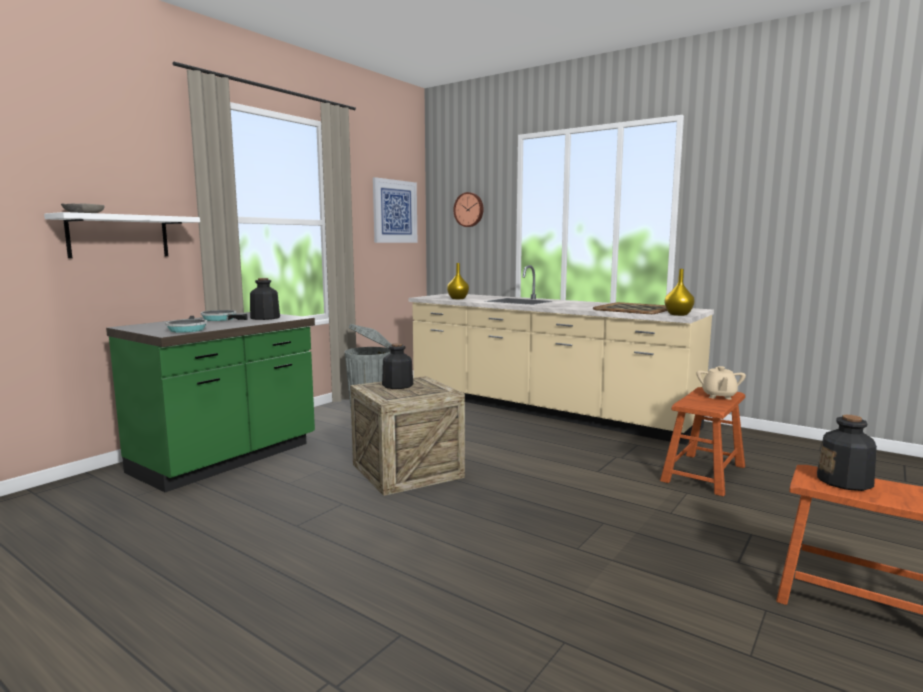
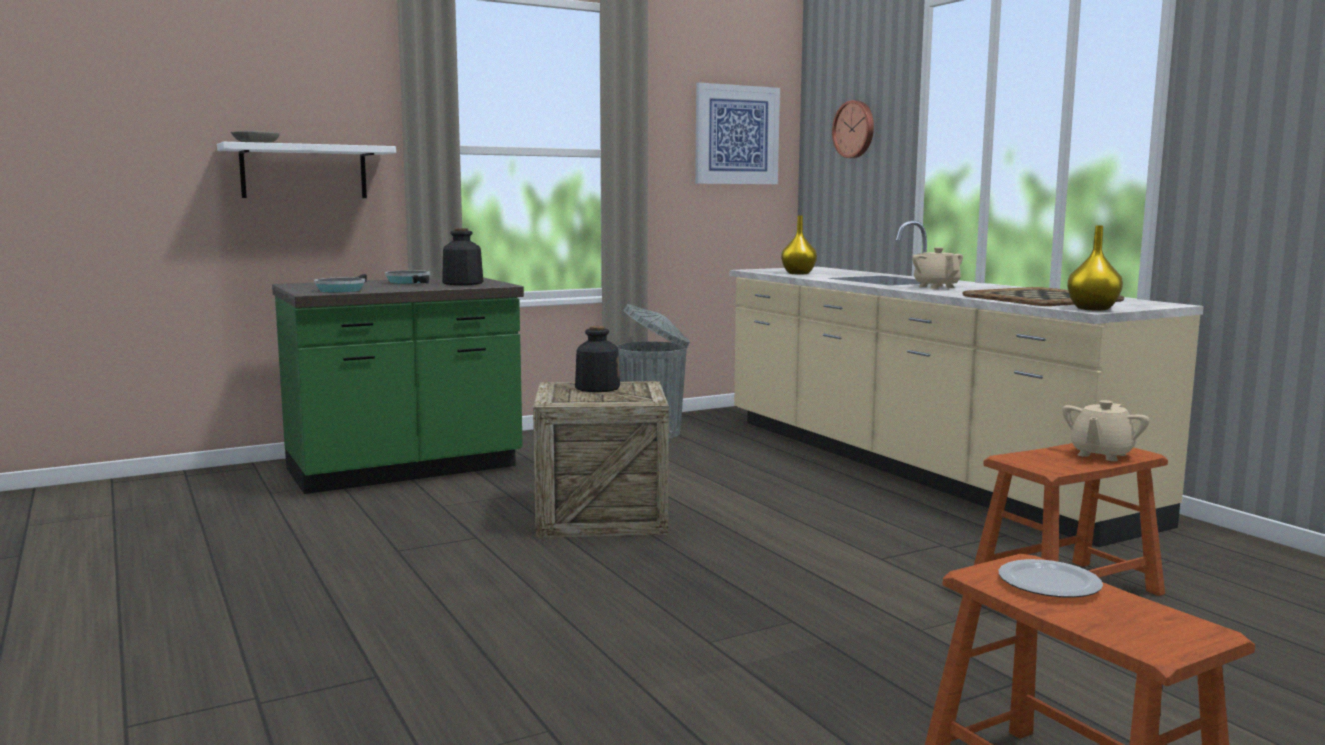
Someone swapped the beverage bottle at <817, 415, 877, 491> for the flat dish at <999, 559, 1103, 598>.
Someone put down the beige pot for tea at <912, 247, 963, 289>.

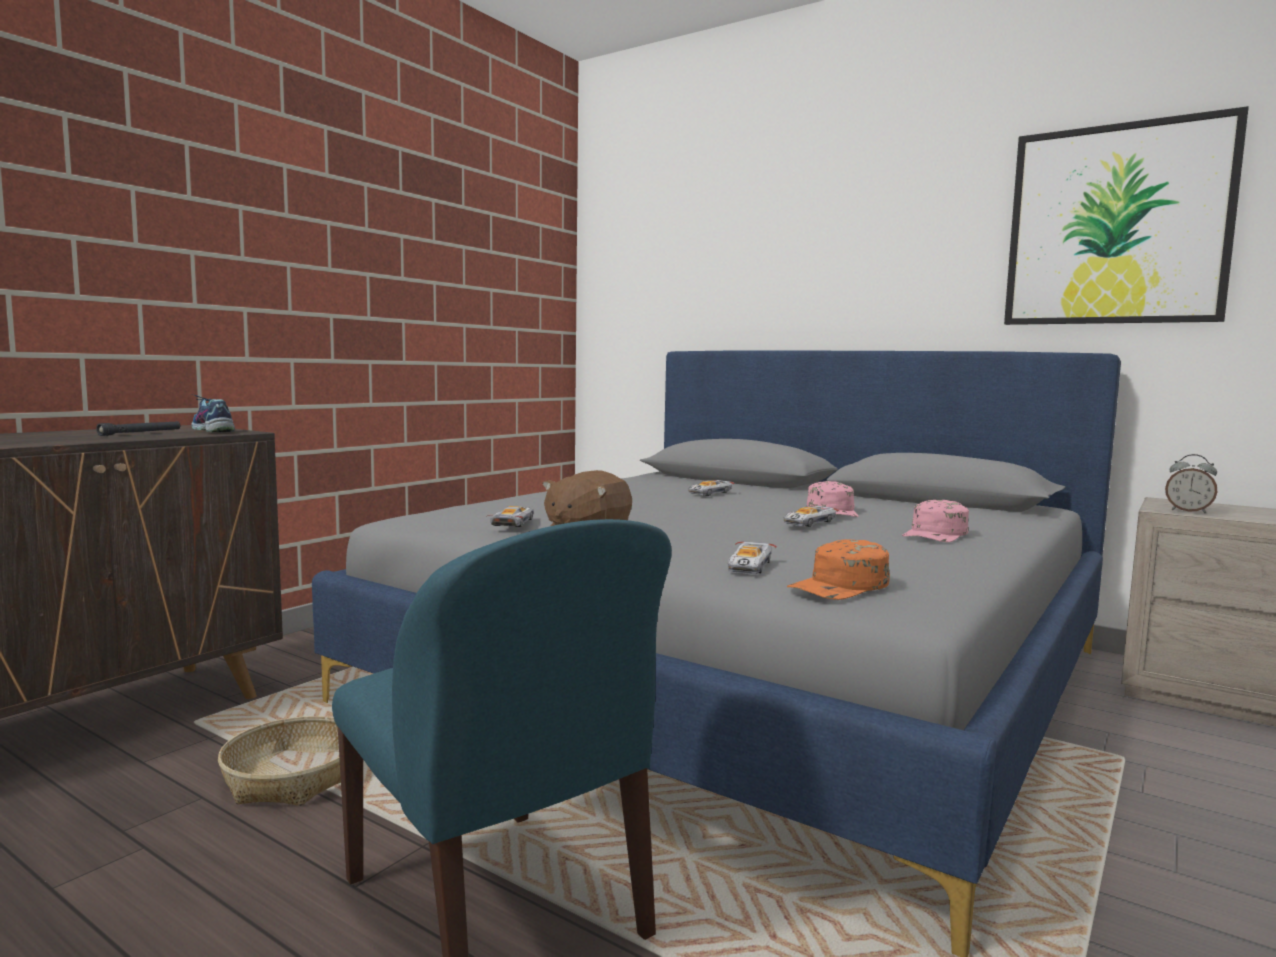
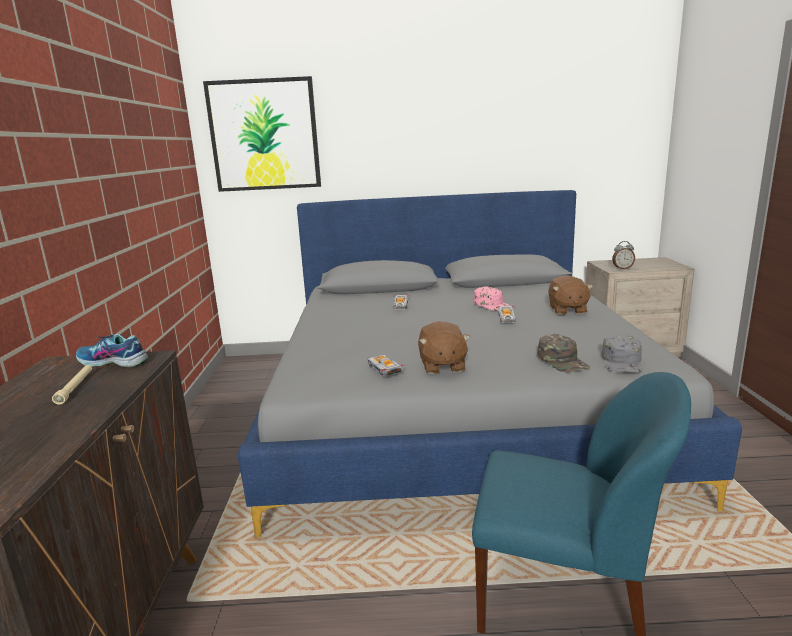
Someone repainted the black hand torch at <96, 421, 181, 436>, which became the beige hand torch at <52, 365, 92, 405>.
Someone took away the basket at <218, 716, 341, 806>.
Someone swapped the toy car at <728, 541, 777, 574> for the green-coloured baseball cap at <537, 334, 590, 372>.
Someone repainted the orange baseball cap at <787, 539, 890, 600>, which became the greyish baseball cap at <602, 334, 643, 373>.
Someone swapped the pink baseball cap at <902, 500, 969, 542> for the brownish cuddly toy at <548, 275, 593, 315>.
Someone carried the wall picture from <1004, 106, 1249, 325> to <203, 76, 321, 192>.

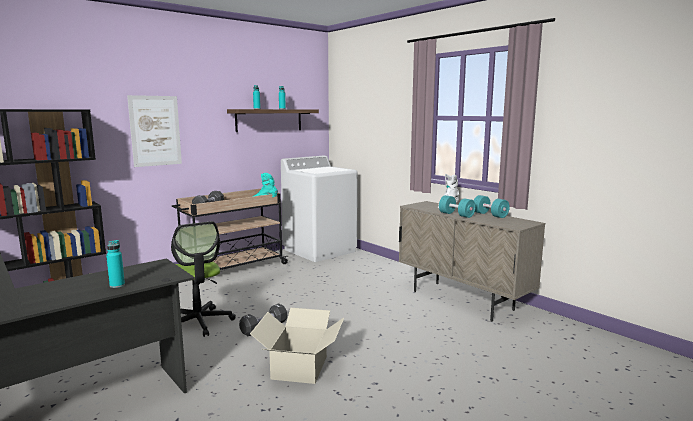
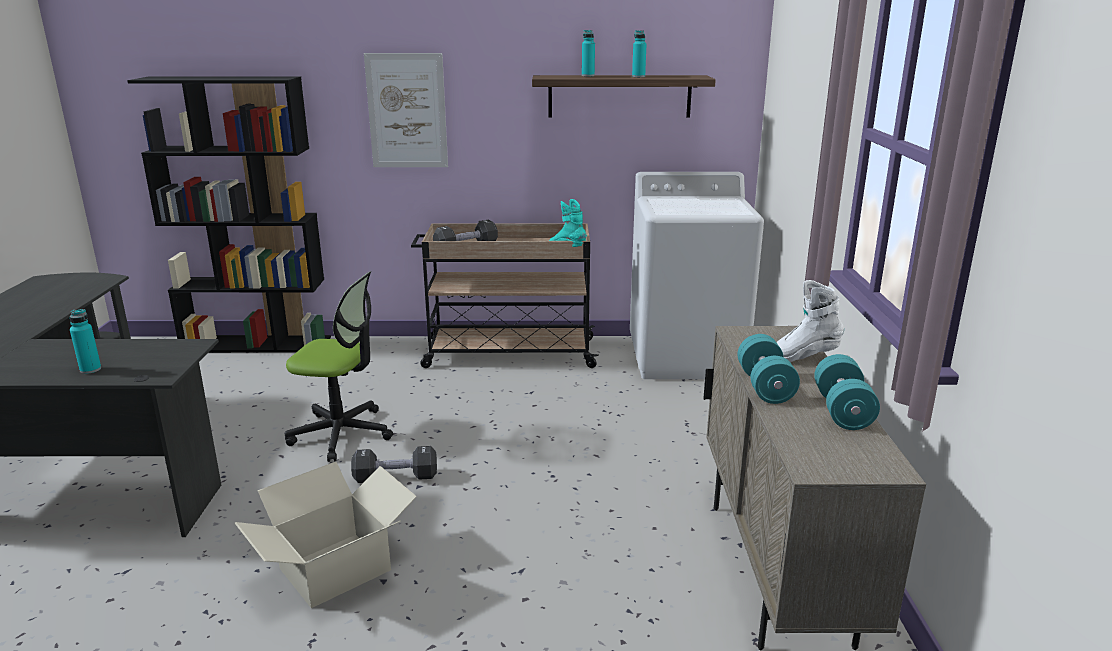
Someone rotated the computer chair at <171, 222, 236, 337> by 90 degrees counterclockwise.

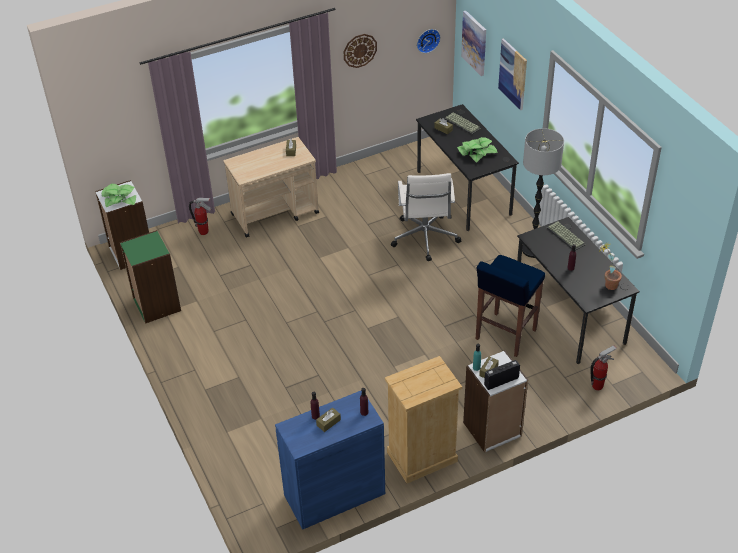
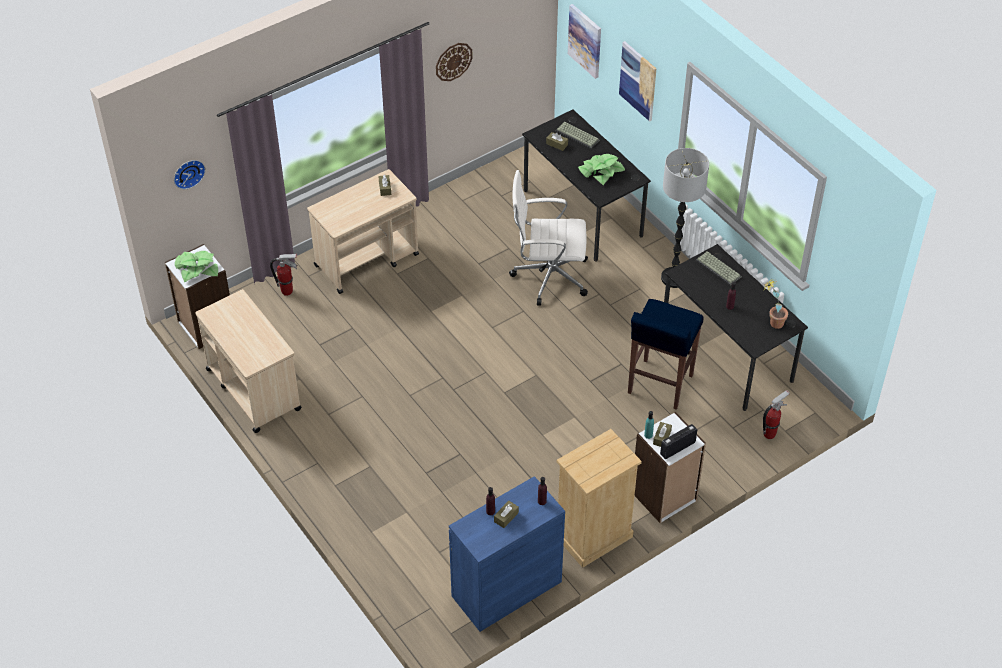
Someone swapped the green-coloured shelving unit at <120, 230, 181, 324> for the beige cart at <195, 289, 302, 433>.
Someone rotated the white-coloured computer chair at <391, 173, 461, 261> by 105 degrees clockwise.
Someone carried the clock on the wall from <417, 29, 441, 53> to <174, 160, 206, 189>.

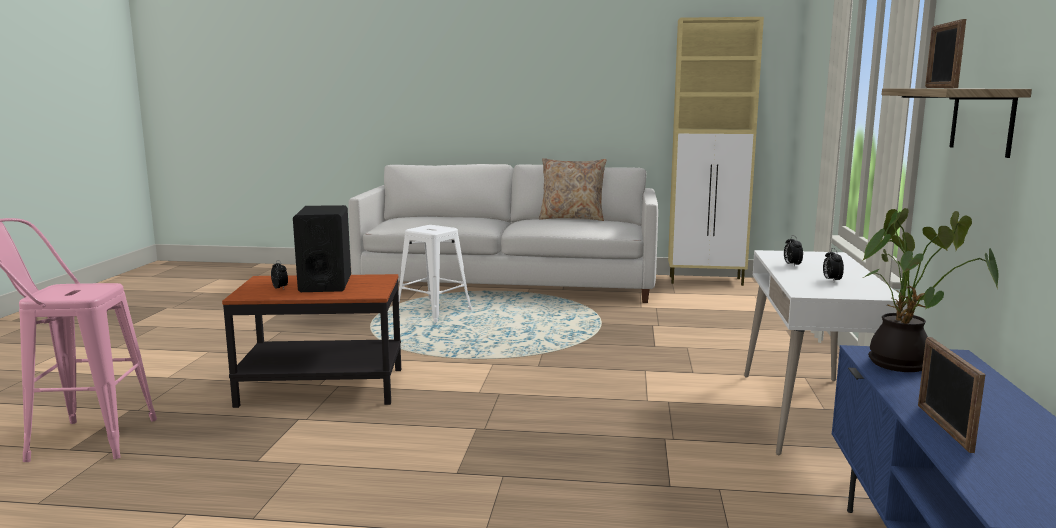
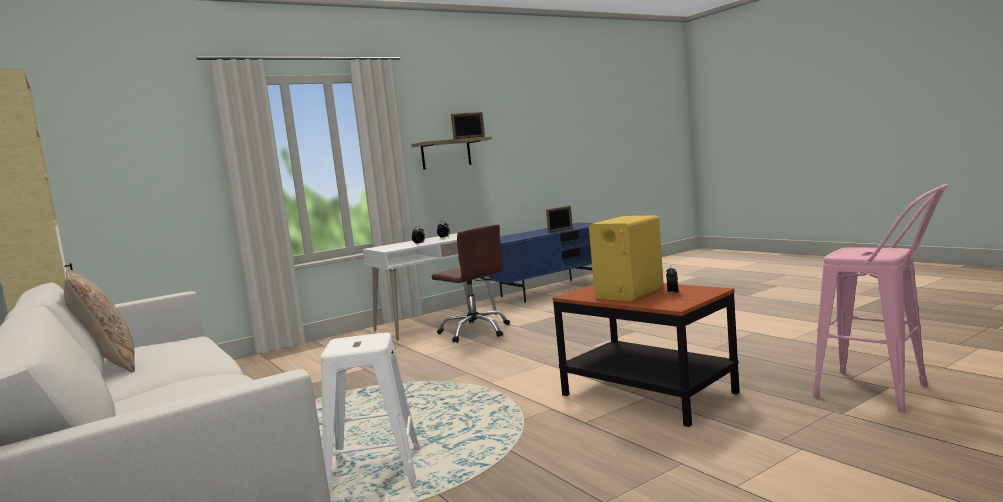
Someone repainted the black loudspeaker at <293, 205, 351, 292>, which became the yellow loudspeaker at <589, 215, 664, 301>.
Someone took away the plant in a pot at <862, 208, 998, 372>.
Someone put down the brownish computer chair at <432, 224, 510, 343>.

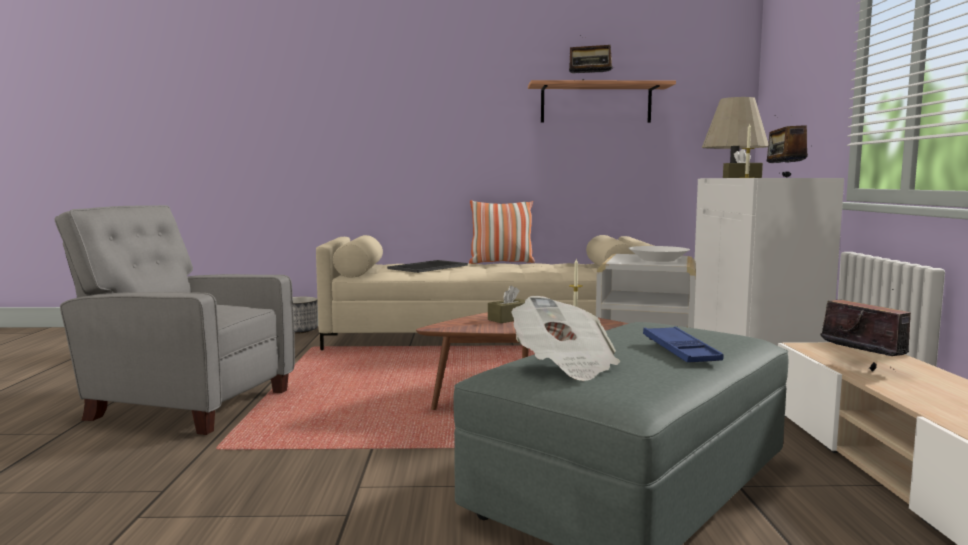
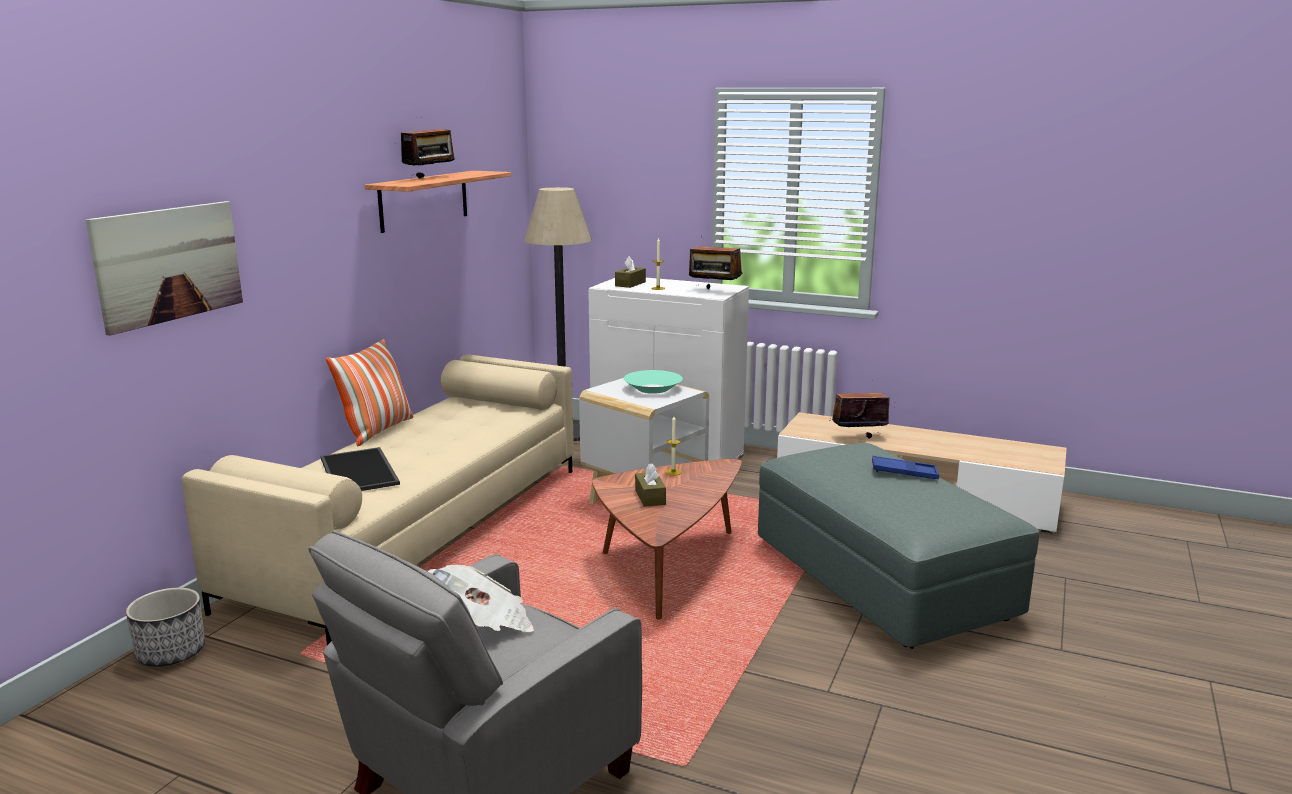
Someone carried the daily paper from <511, 296, 620, 381> to <428, 565, 534, 632>.
Someone repainted the white-coloured serving bowl at <629, 246, 690, 262>, which became the blue-green serving bowl at <624, 370, 683, 394>.
Someone put up the wall picture at <86, 201, 243, 336>.

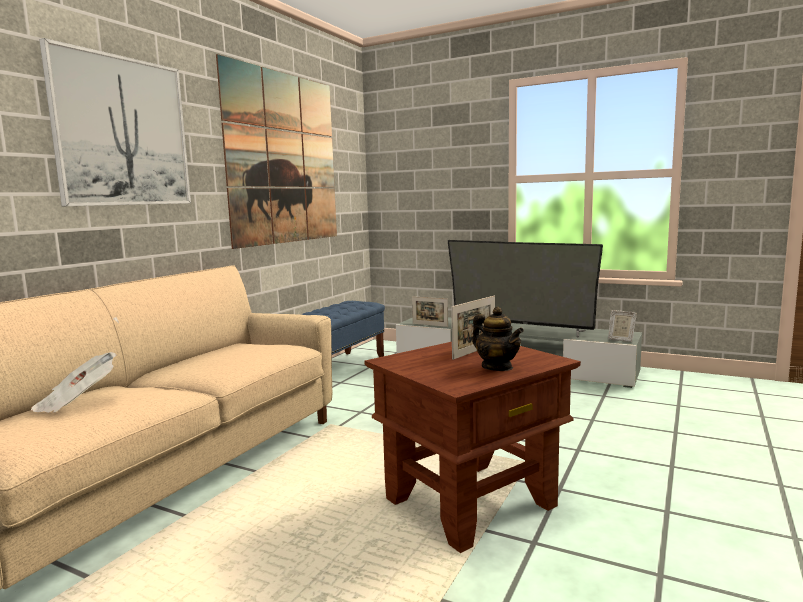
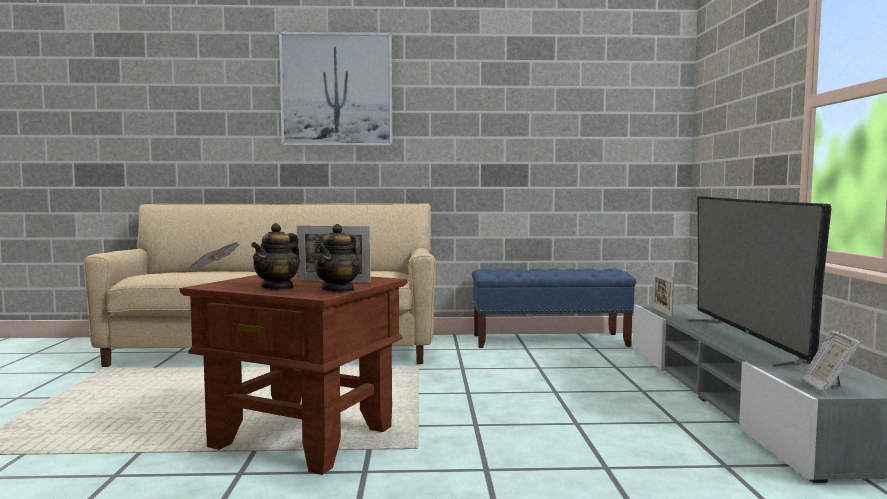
Someone took away the wall picture at <216, 54, 337, 249>.
Someone put down the pot for tea at <314, 224, 361, 292>.

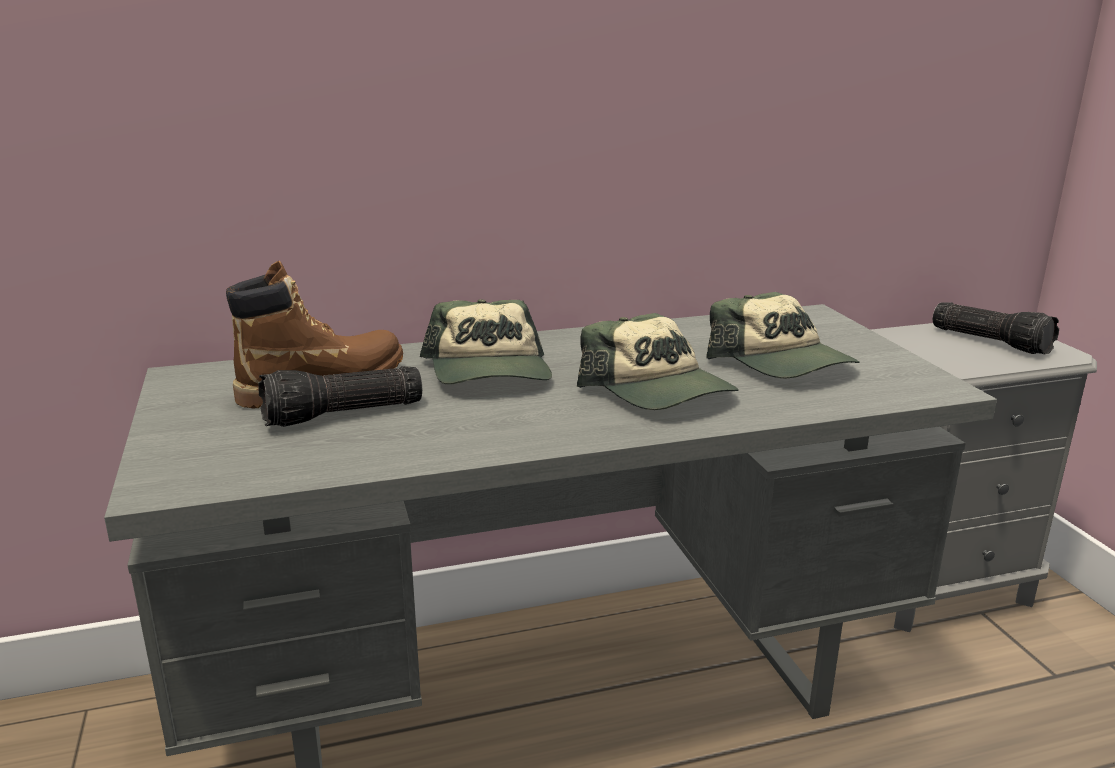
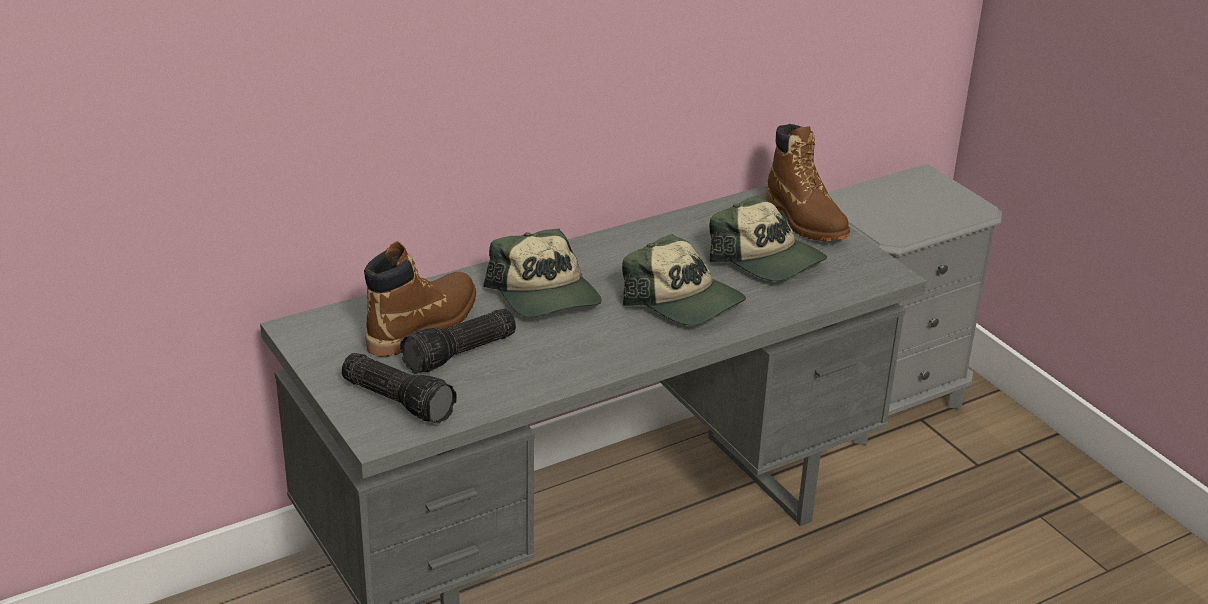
Someone carried the hand torch from <933, 302, 1059, 354> to <341, 353, 457, 424>.
Someone put down the brownish high-top boot at <766, 124, 850, 241>.

